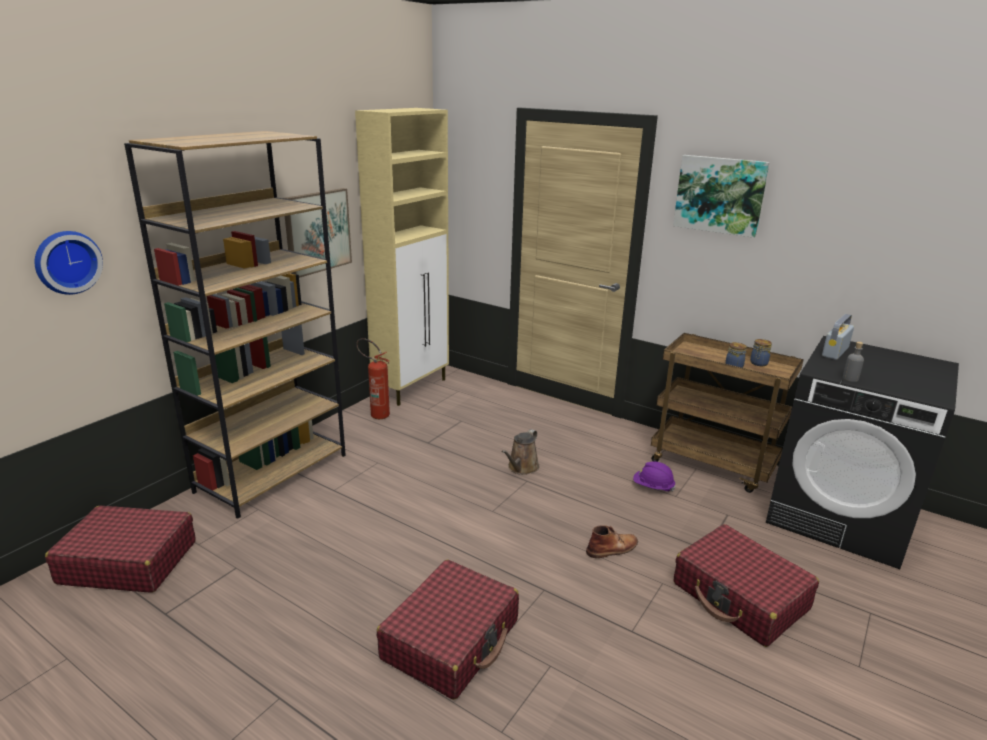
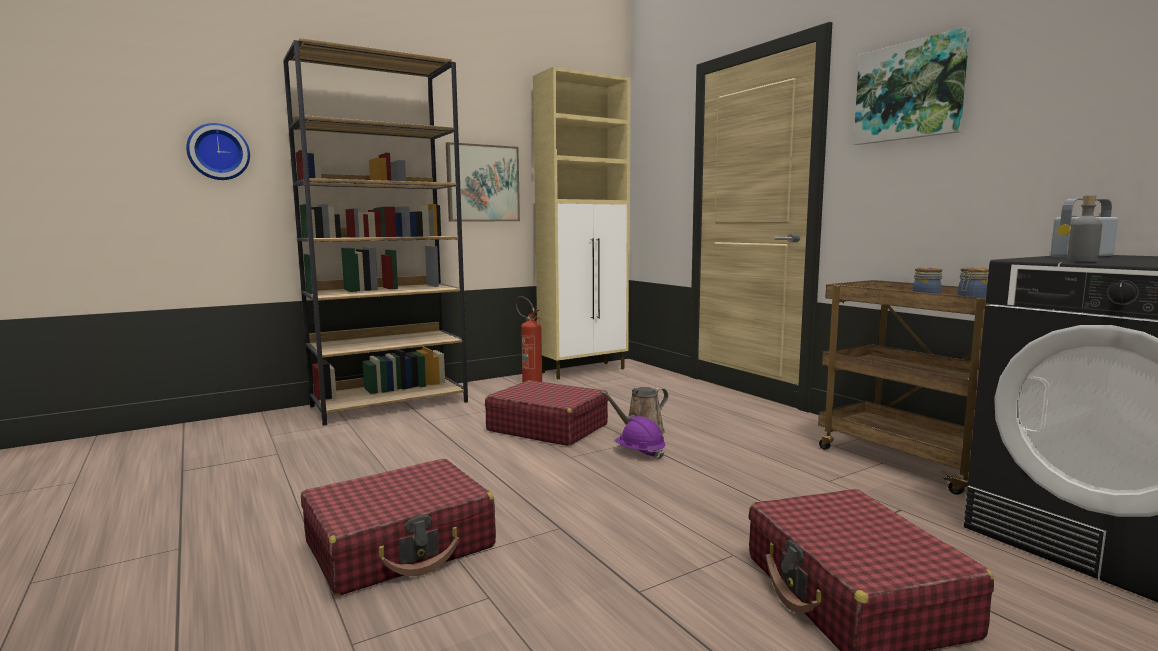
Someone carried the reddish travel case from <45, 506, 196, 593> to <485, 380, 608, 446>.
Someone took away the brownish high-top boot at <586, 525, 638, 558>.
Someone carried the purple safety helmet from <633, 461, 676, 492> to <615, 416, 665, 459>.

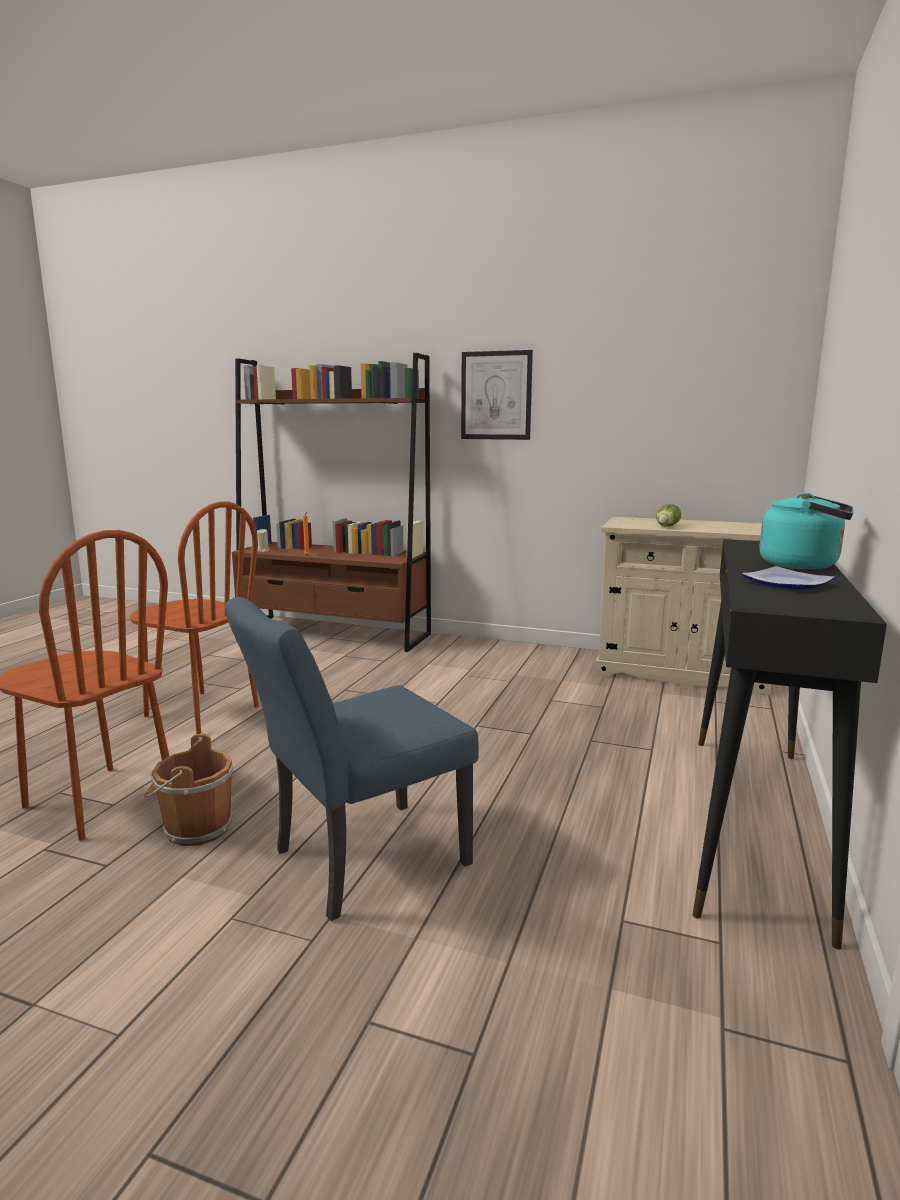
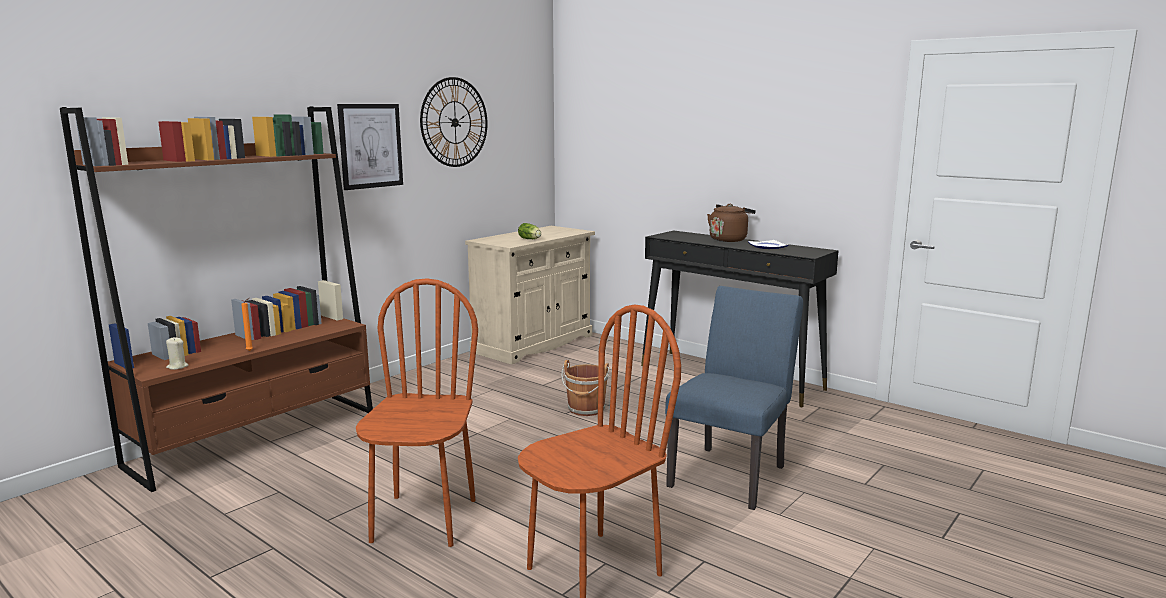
Someone rotated the brownish chair at <130, 501, 259, 734> by 45 degrees counterclockwise.
Someone carried the brownish pail from <144, 734, 233, 846> to <561, 360, 610, 416>.
Someone rotated the blue-coloured chair at <225, 597, 479, 921> by 135 degrees counterclockwise.
Someone repainted the blue-green kettle at <759, 493, 853, 570>, which became the brownish kettle at <707, 204, 756, 242>.
Someone put up the clock on the wall at <420, 77, 488, 167>.

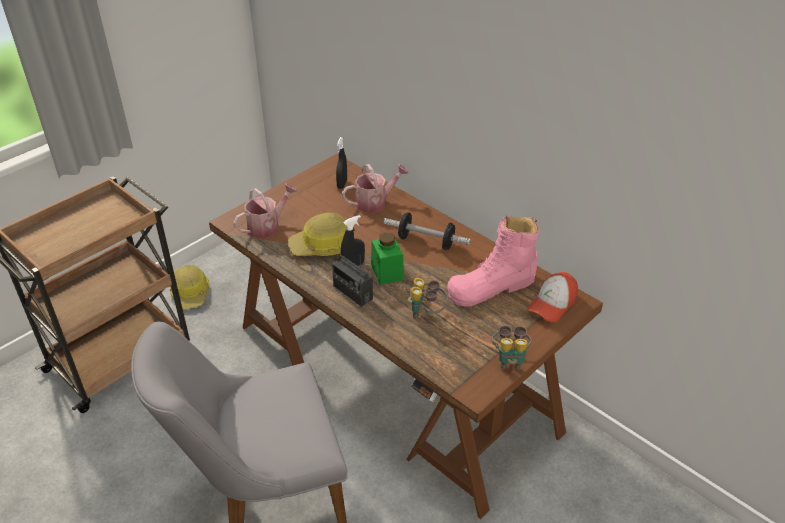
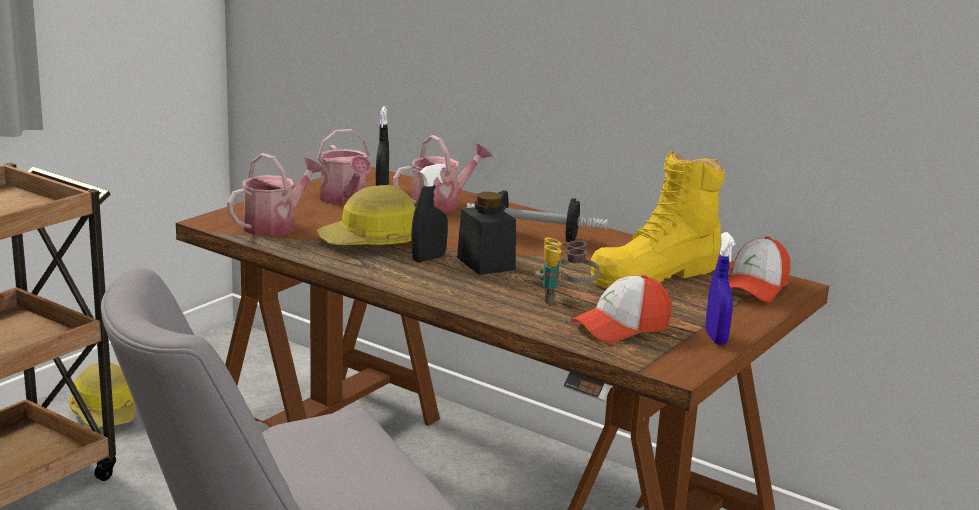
Someone took away the radio set at <332, 255, 373, 307>.
Someone repainted the green-coloured preserve jar at <371, 233, 404, 285>, which became the black preserve jar at <457, 192, 516, 275>.
Someone repainted the pink high-top boot at <447, 215, 539, 306>, which became the yellow high-top boot at <590, 151, 725, 288>.
Someone swapped the pair of binoculars at <492, 325, 531, 370> for the blue-coloured sprayer at <705, 232, 736, 345>.
Someone put down the sprinkling can at <317, 129, 372, 205>.
Someone put down the baseball cap at <571, 275, 671, 343>.

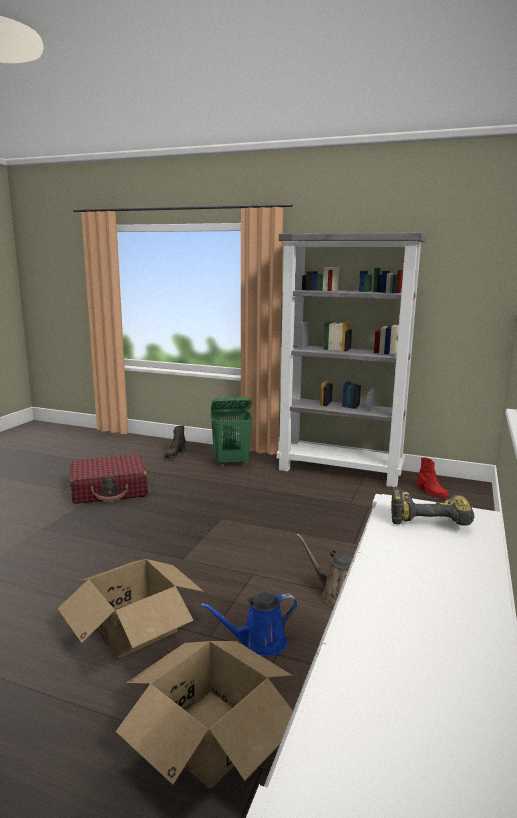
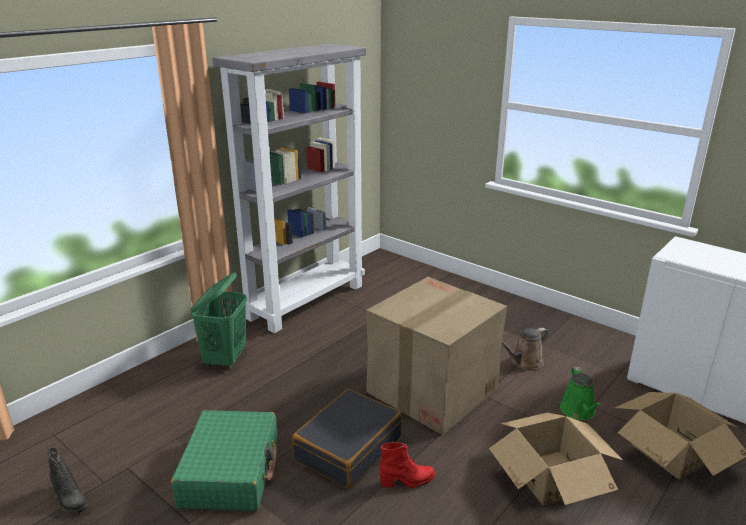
Someone repainted the reddish travel case at <70, 454, 148, 504>, which became the green-coloured travel case at <171, 410, 277, 511>.
Someone carried the black high-top boot from <165, 426, 186, 458> to <46, 447, 87, 513>.
Someone repainted the blue-coloured sprinkling can at <201, 592, 298, 656>, which became the green-coloured sprinkling can at <560, 367, 601, 420>.
Someone took away the power drill at <391, 487, 475, 526>.
Someone carried the reddish high-top boot from <417, 458, 449, 498> to <379, 442, 435, 488>.
Someone put down the black travel case at <292, 389, 402, 489>.
Someone put down the packing box at <366, 277, 507, 435>.

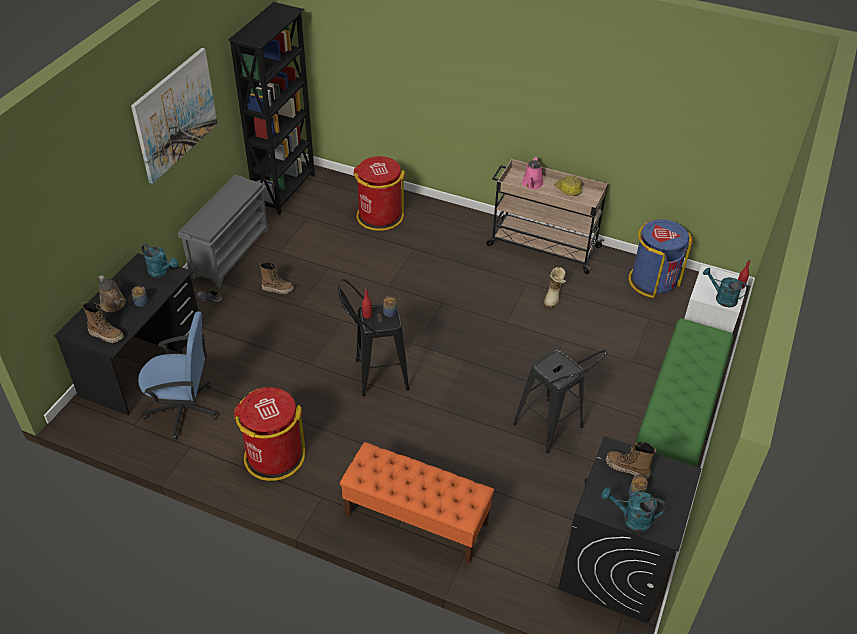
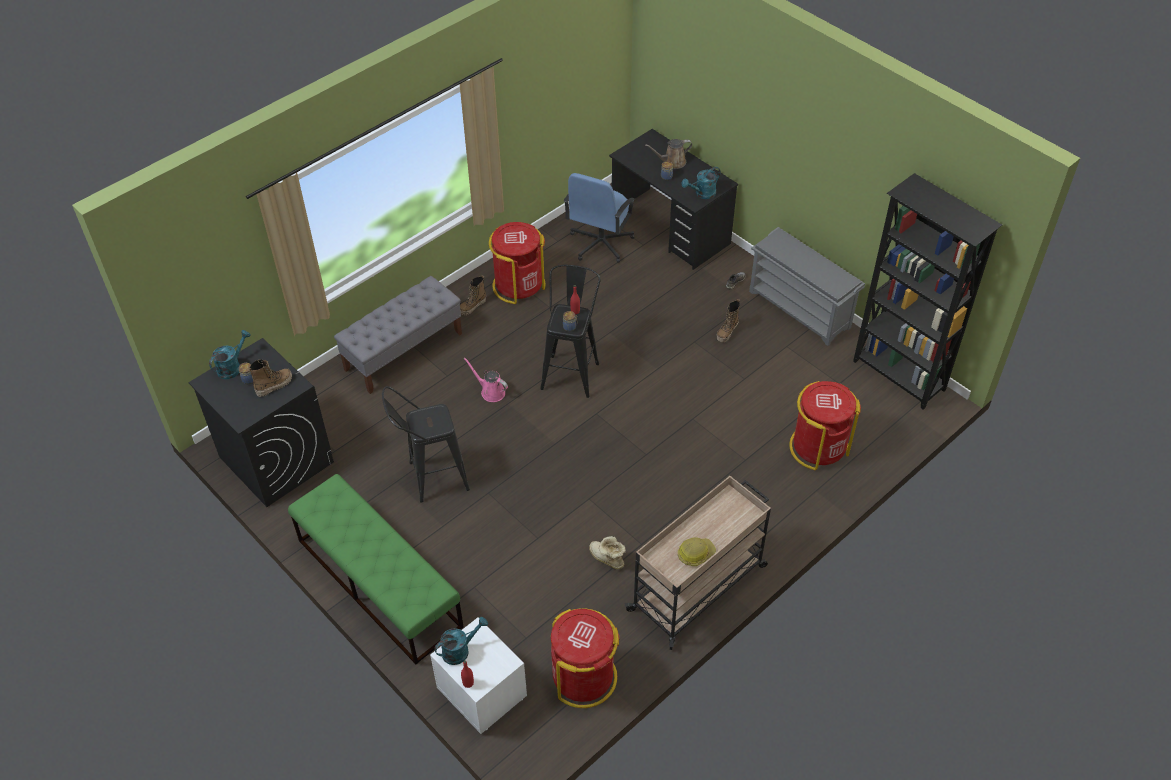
Someone carried the high-top boot from <82, 302, 124, 343> to <460, 275, 486, 315>.
Someone took away the wall picture at <131, 48, 218, 184>.
Someone repainted the orange indoor bench at <340, 442, 494, 564>, which became the greyish indoor bench at <334, 276, 462, 394>.
Someone carried the pink sprinkling can from <522, 157, 544, 189> to <464, 358, 508, 402>.
Someone repainted the blue-coloured trash can at <629, 219, 693, 298>, which became the reddish trash can at <551, 608, 620, 708>.

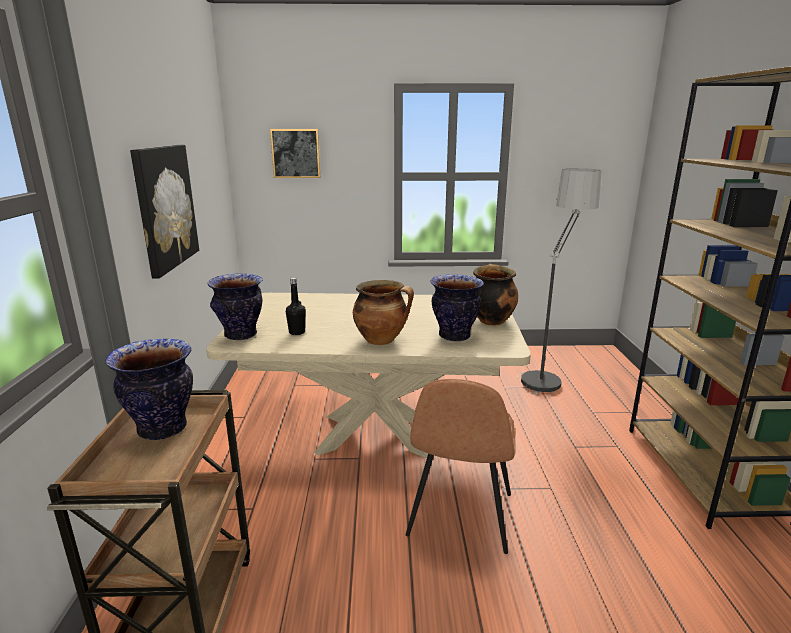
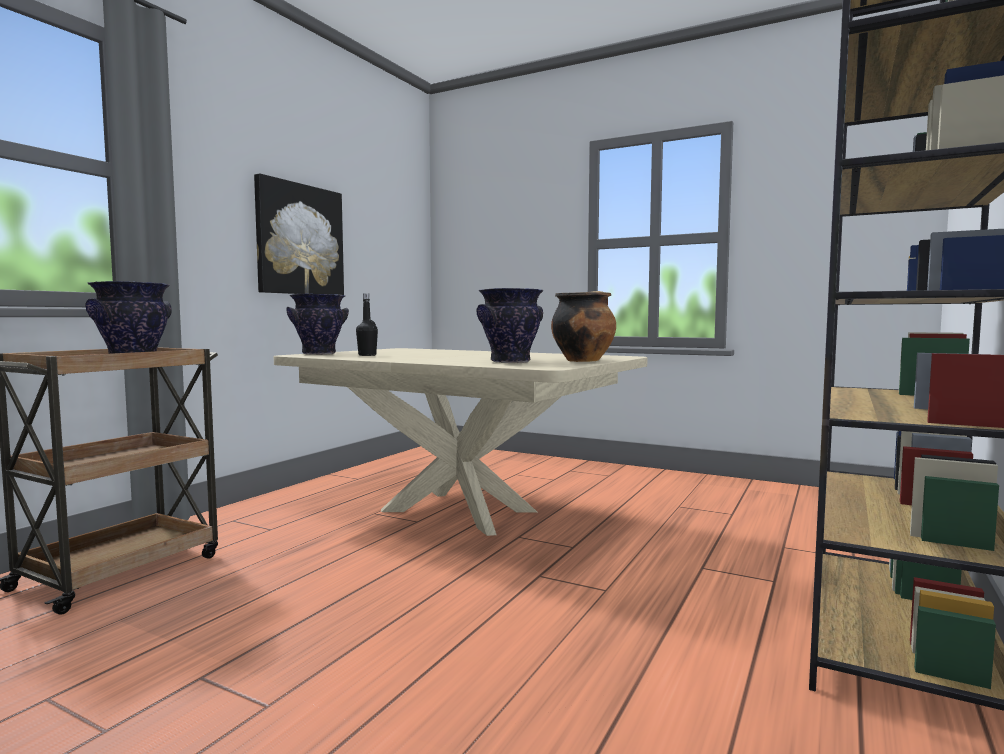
Someone took away the wall picture at <270, 129, 320, 178>.
Someone took away the stockpot at <353, 280, 414, 345>.
Someone took away the brownish chair at <406, 379, 515, 554>.
Someone took away the standard lamp at <517, 168, 602, 394>.

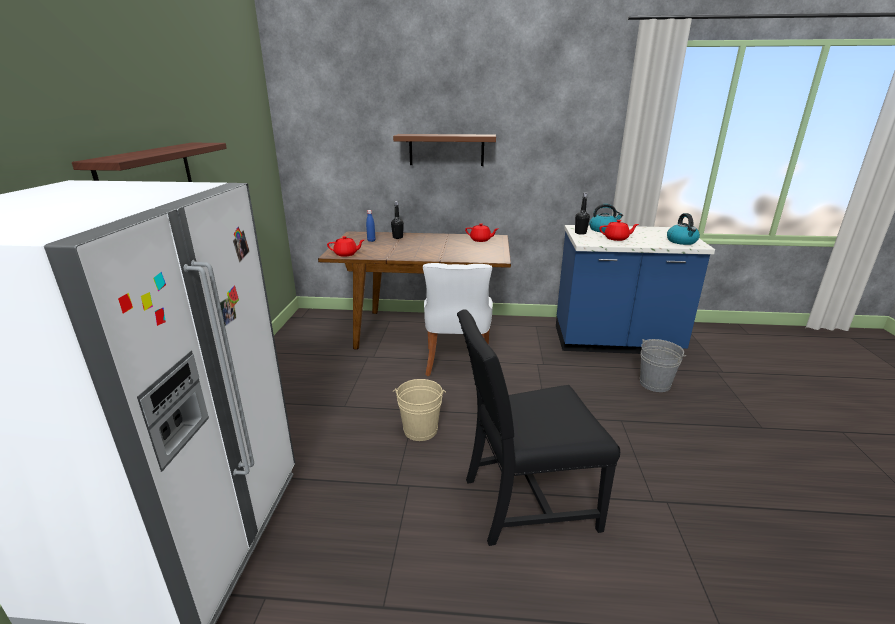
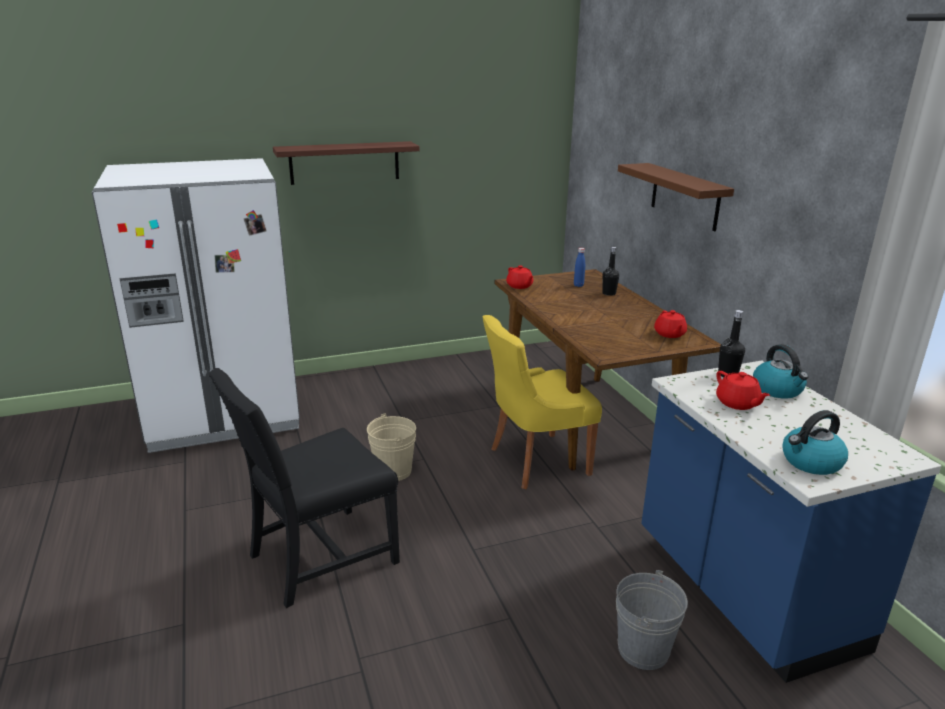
Someone repainted the white-coloured chair at <423, 263, 493, 376>, which became the yellow chair at <482, 315, 602, 489>.
Someone rotated the black chair at <457, 309, 620, 546> by 90 degrees counterclockwise.

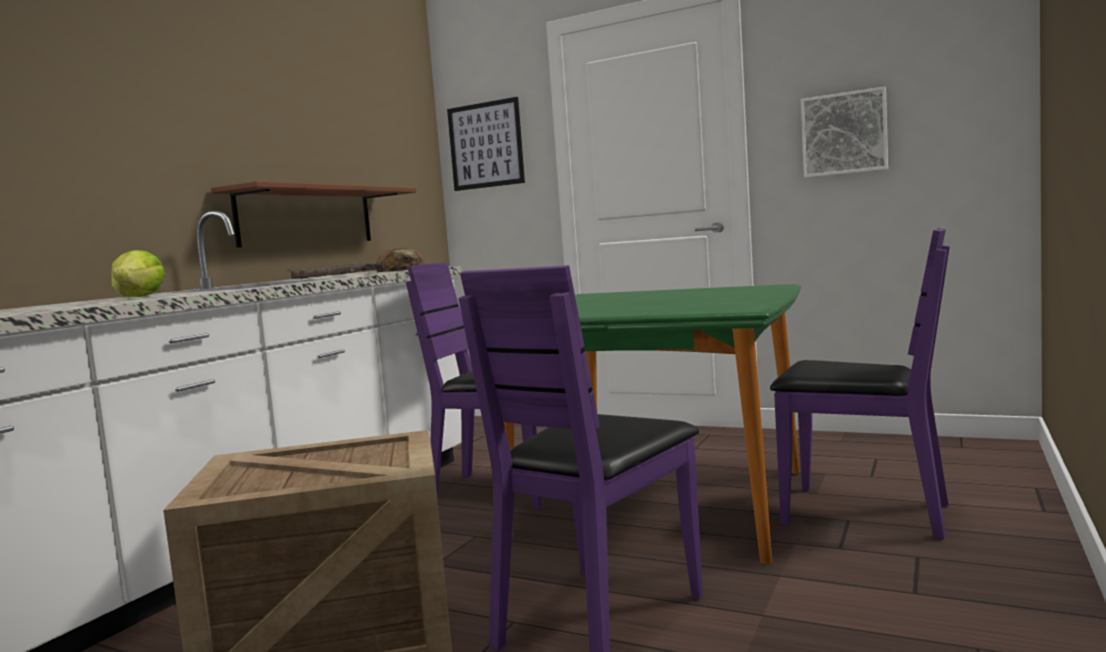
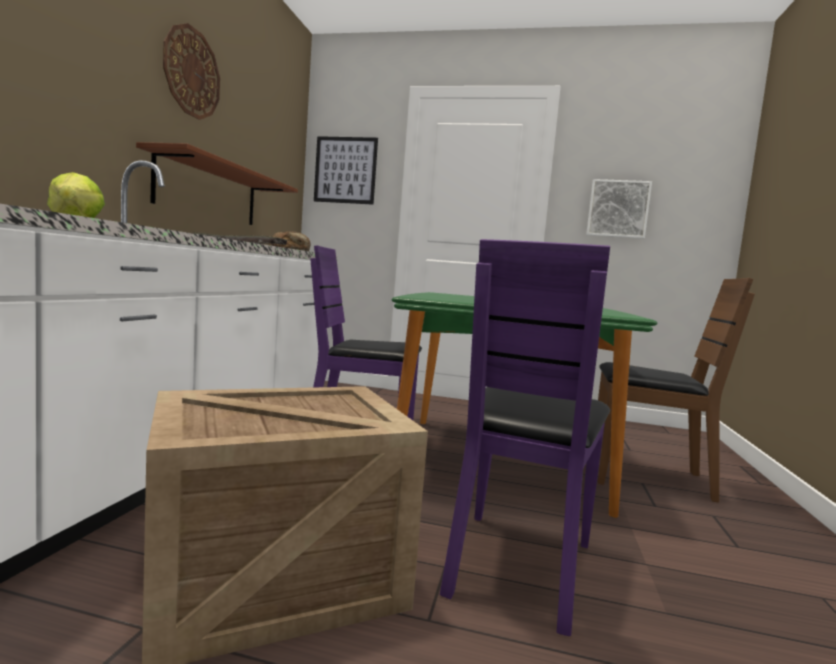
Someone repainted the purple chair at <770, 228, 950, 540>, which became the brownish chair at <598, 278, 755, 502>.
Someone put up the clock on the wall at <163, 23, 220, 120>.

